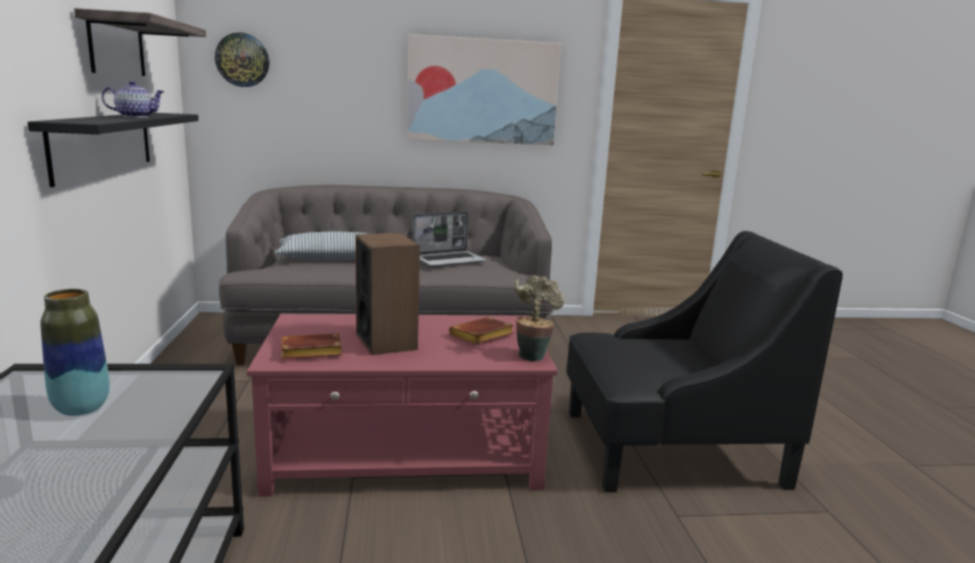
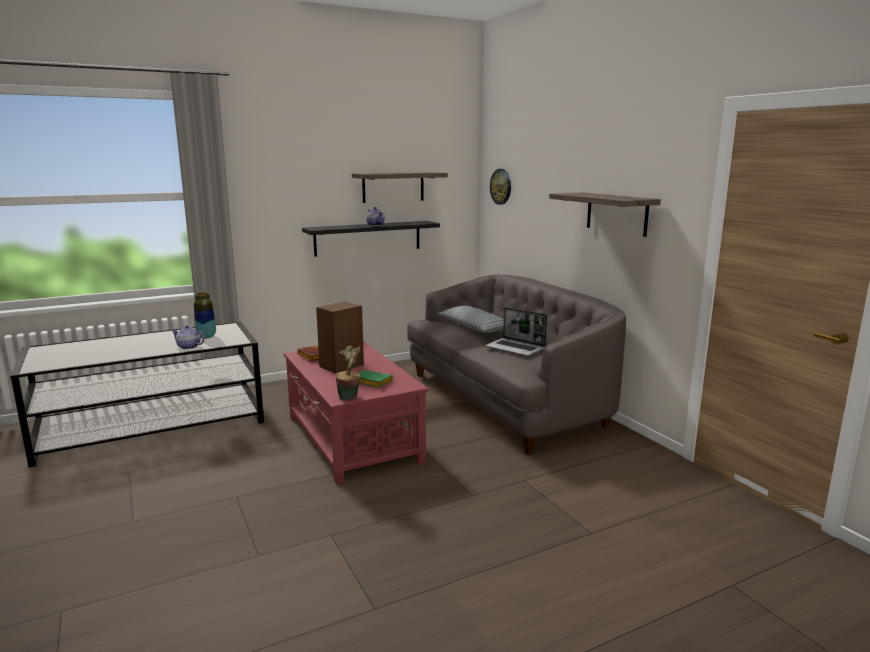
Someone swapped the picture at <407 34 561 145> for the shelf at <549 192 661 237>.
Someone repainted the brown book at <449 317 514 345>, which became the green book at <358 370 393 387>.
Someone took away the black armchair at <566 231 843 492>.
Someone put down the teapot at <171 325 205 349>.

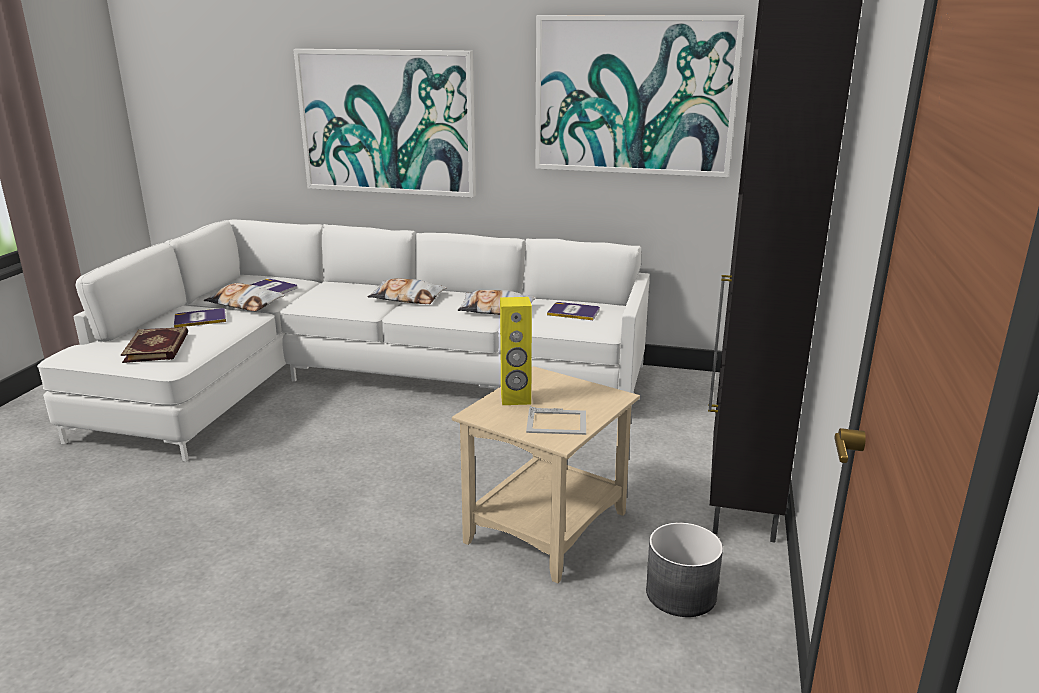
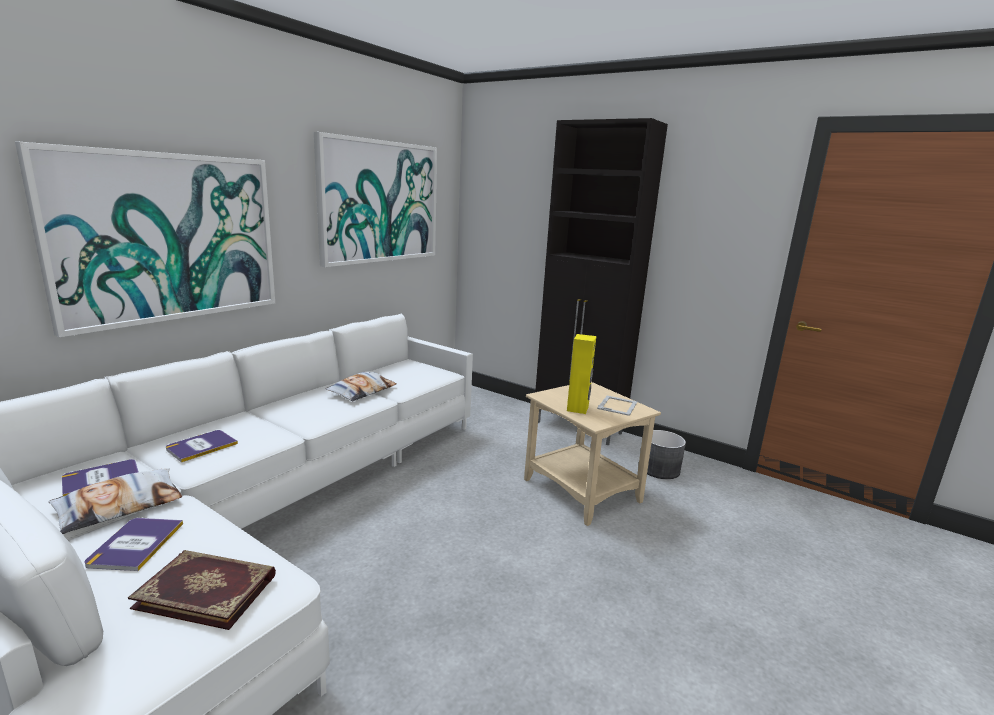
Someone took away the pillow at <368 278 446 304>.
Someone carried the book from <547 302 600 320> to <166 430 238 462>.

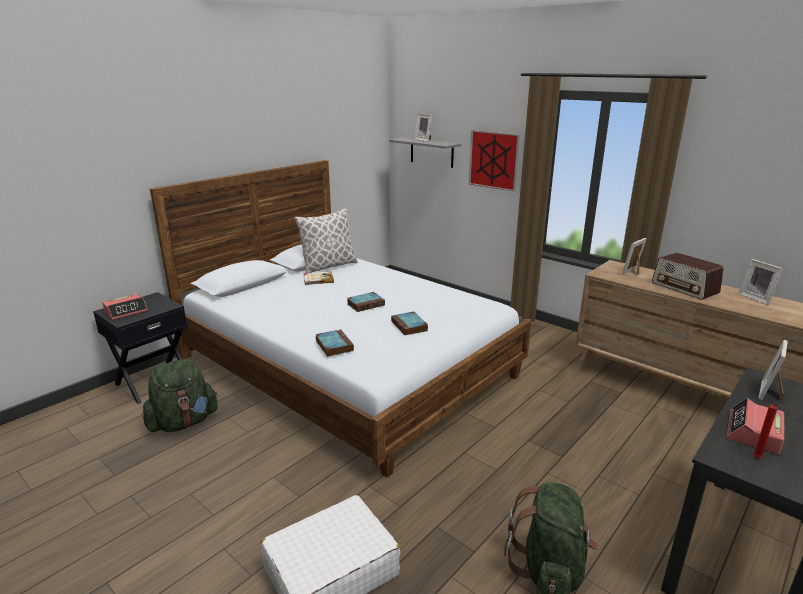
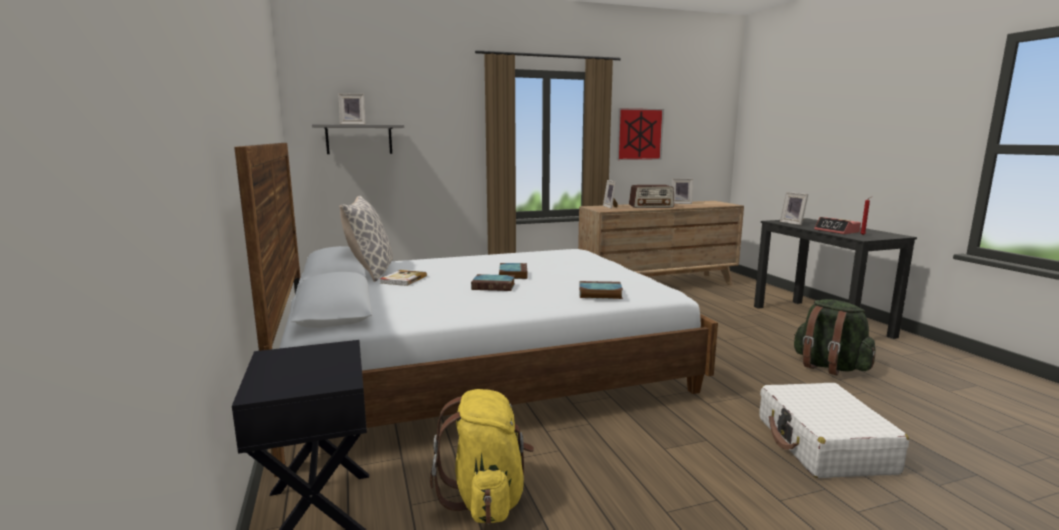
Someone took away the alarm clock at <103 294 148 320>.
Someone repainted the green backpack at <142 359 218 432>, which became the yellow backpack at <430 389 534 524>.
Someone carried the book from <391 311 428 335> to <471 274 515 291>.
Someone carried the picture from <469 130 520 192> to <617 108 664 160>.

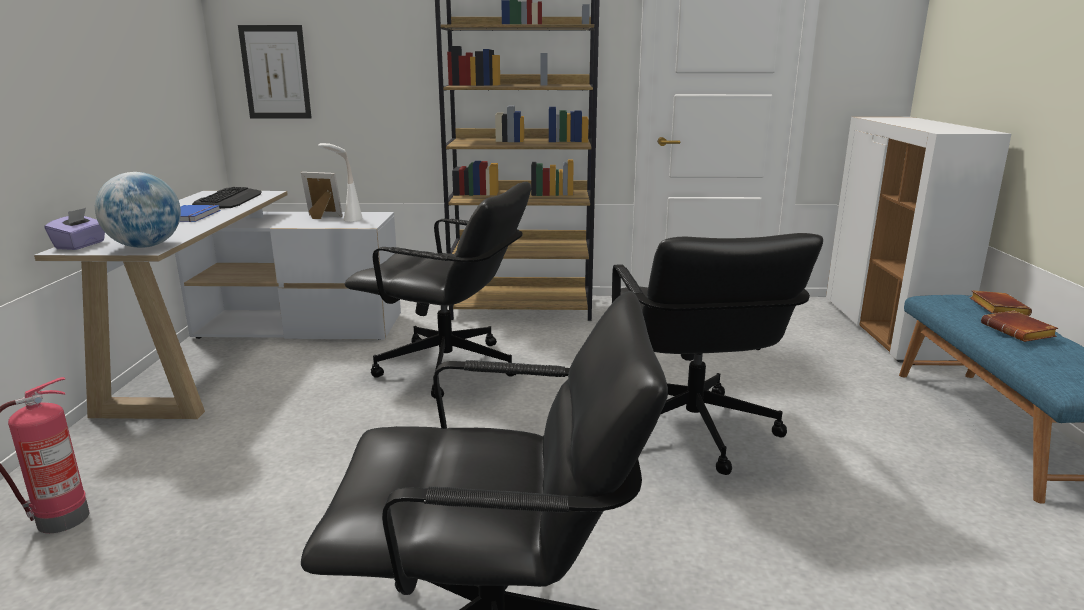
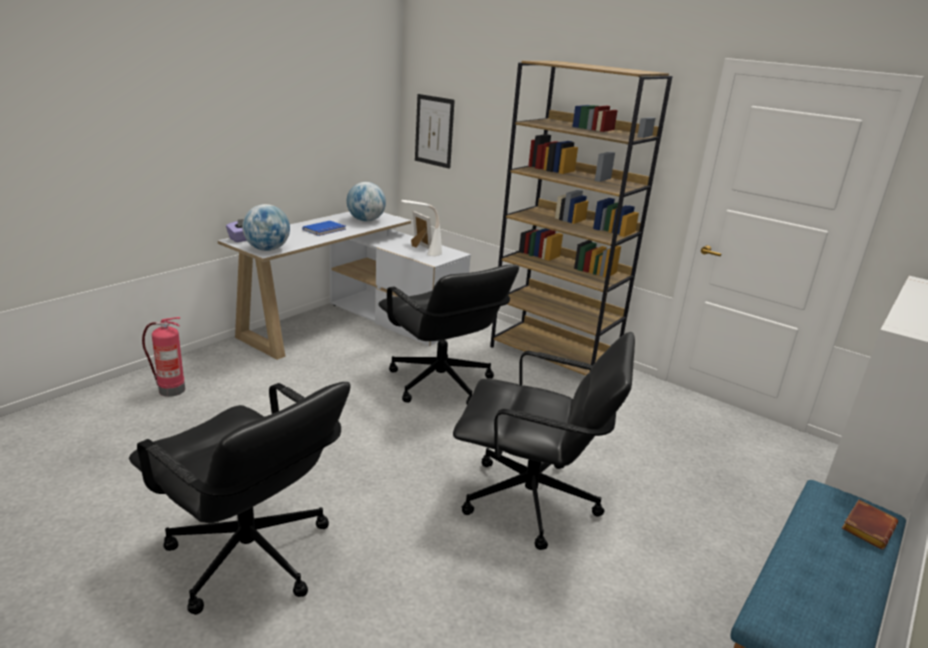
Someone swapped the keyboard at <192 187 262 209> for the globe at <347 182 386 222>.
Someone rotated the black office chair at <612 233 823 475> by 105 degrees counterclockwise.
Someone took away the brown book at <981 311 1058 342>.

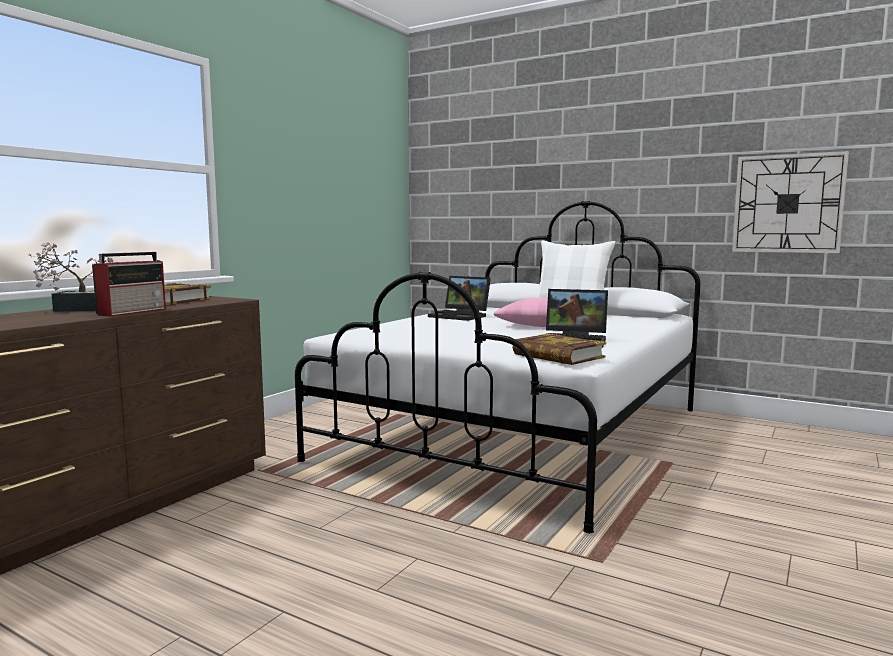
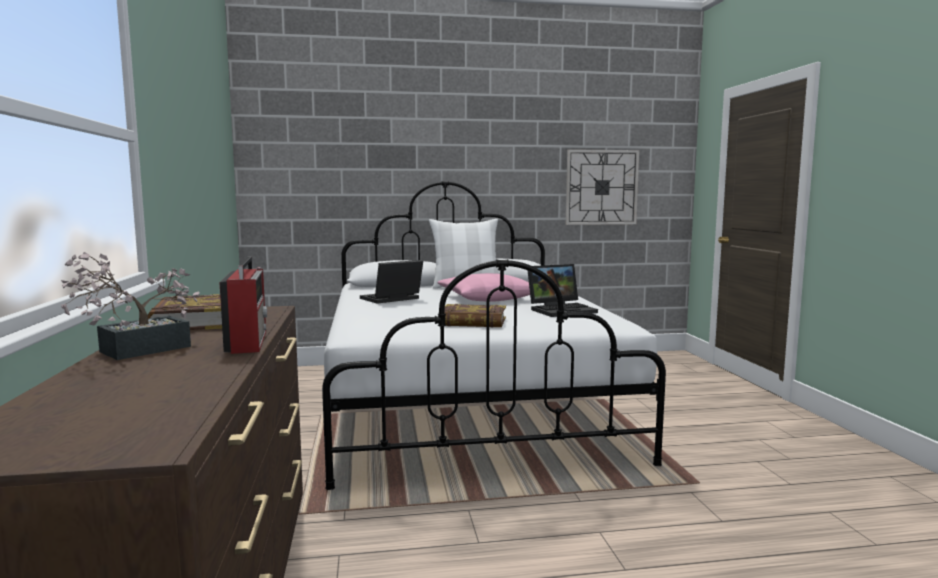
Someone rotated the laptop at <428 276 491 321> by 150 degrees clockwise.
Someone carried the book from <513 333 606 365> to <445 304 506 327>.

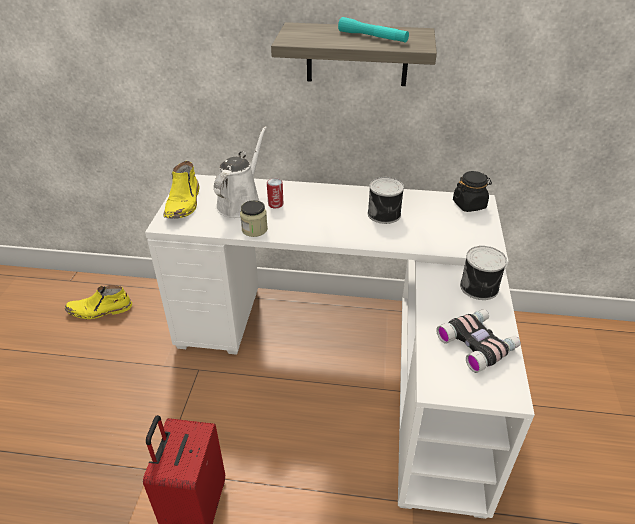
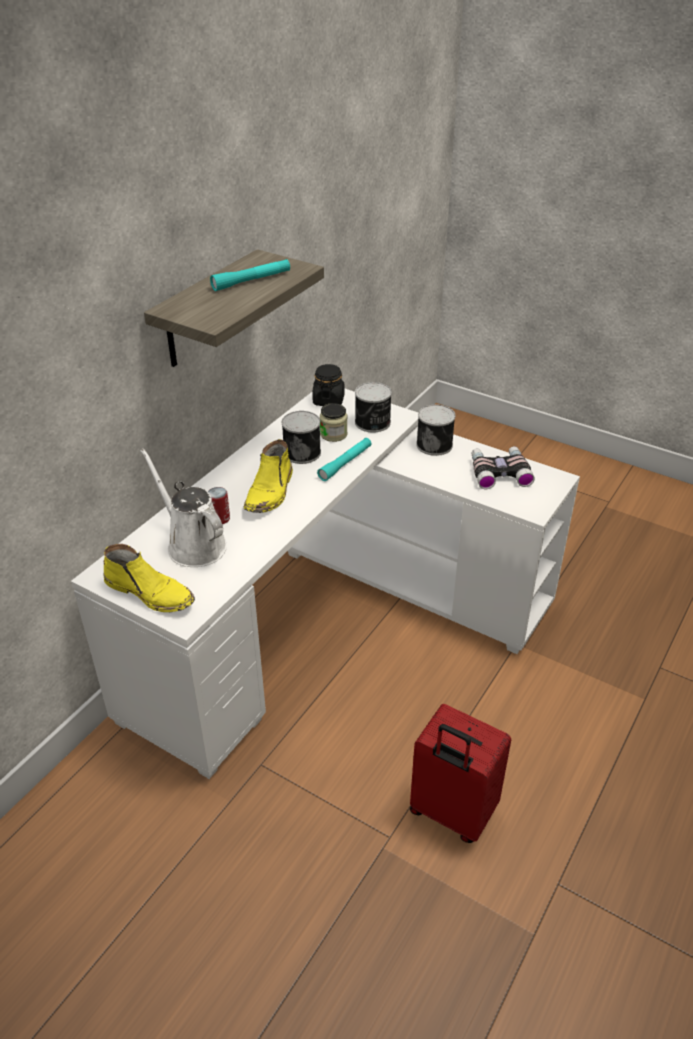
Someone carried the yellow boot from <65 285 132 319> to <244 439 293 513>.
Someone carried the jar from <240 200 268 237> to <320 403 347 442>.
Someone put down the turquoise flashlight at <317 438 371 481>.
Someone put down the can at <355 382 392 433>.

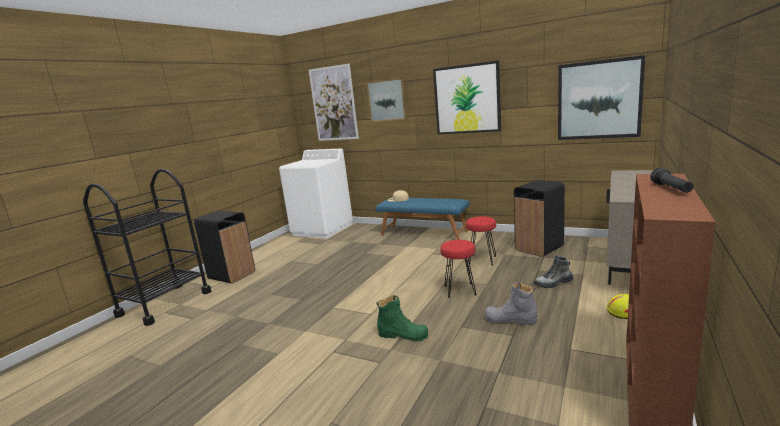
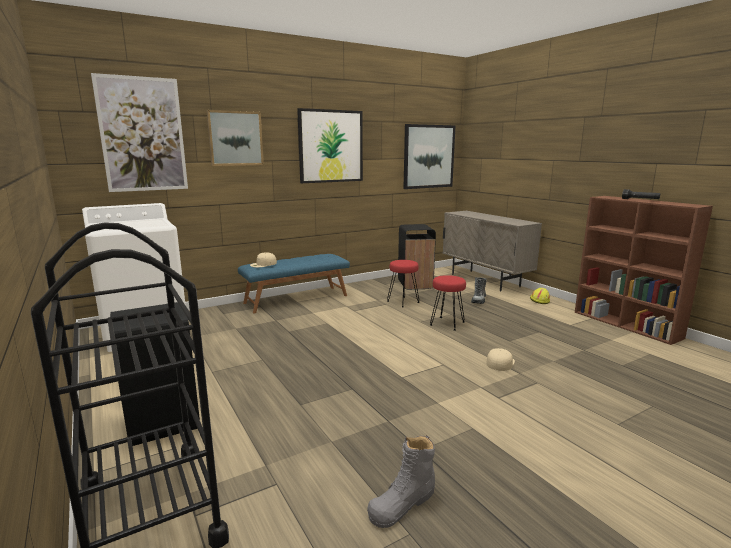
Someone swapped the green boot at <376 295 428 341> for the beige cap at <486 348 515 371>.
Someone carried the grey boot from <485 282 538 325> to <367 436 435 528>.

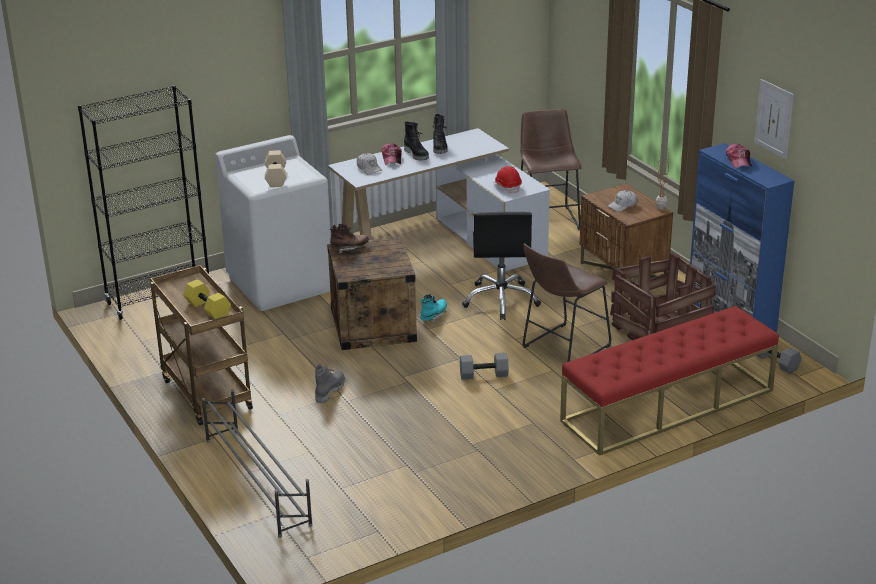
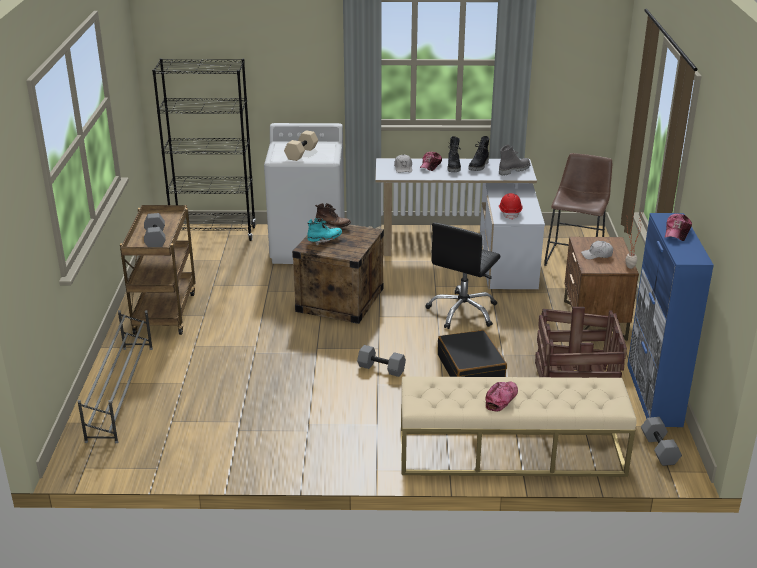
Someone repainted the yellow dumbbell at <183 279 231 319>, which became the grey dumbbell at <144 213 165 247>.
Someone carried the grey boot from <315 363 345 403> to <499 144 530 176>.
Someone carried the turquoise boot from <420 294 447 323> to <307 218 342 245>.
Someone swapped the brown stool at <523 244 611 362> for the black suitcase at <438 330 507 377>.
Someone repainted the red bench at <560 306 779 456>, which became the beige bench at <401 377 637 477>.
Someone took away the picture at <754 79 794 159>.
Someone put down the cap at <485 381 518 411>.

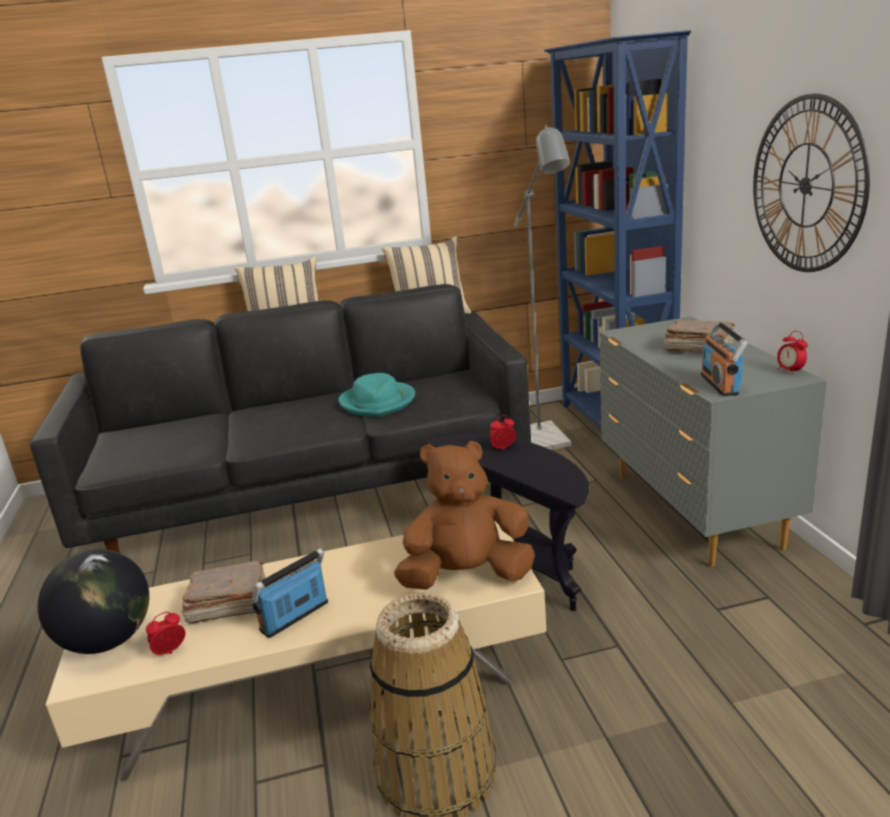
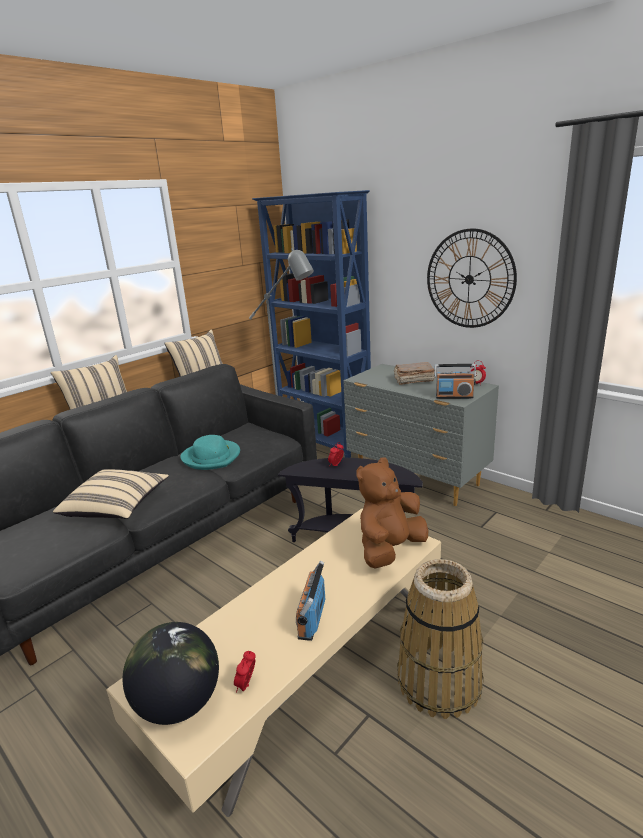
Someone took away the brown book at <182 560 266 624>.
Someone rotated the radio at <701 321 748 396> by 45 degrees counterclockwise.
Someone put down the beige pillow at <53 469 169 519>.

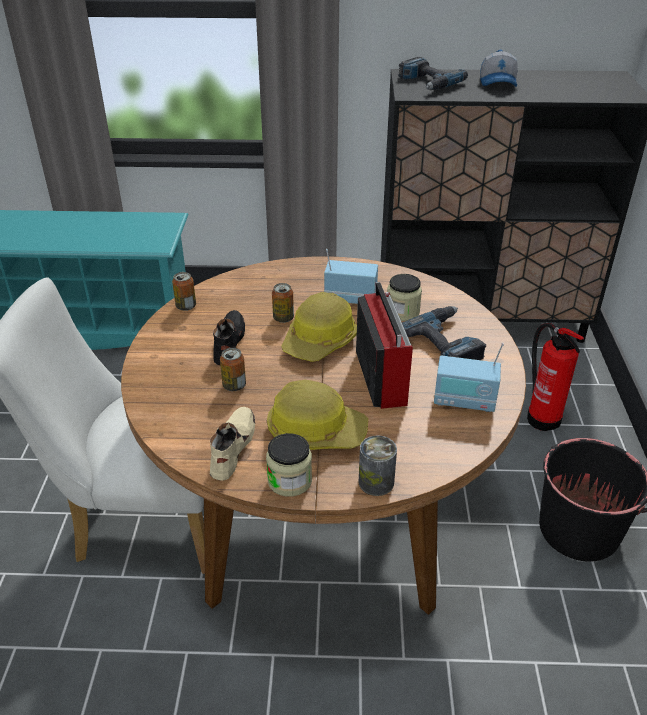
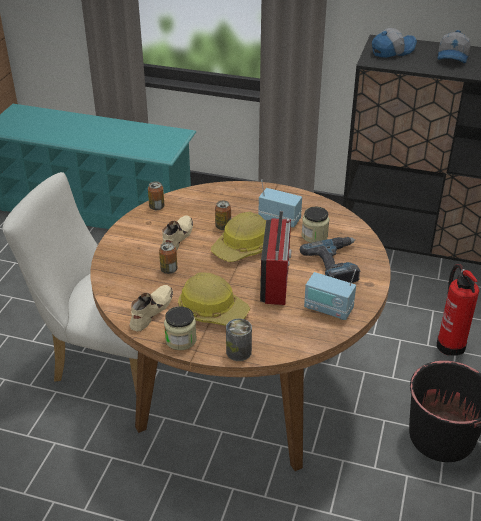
Someone repainted the black shoe at <213 310 245 365>, which became the beige shoe at <162 215 193 251>.
Someone swapped the power drill at <398 57 468 90> for the cap at <372 28 417 58>.

